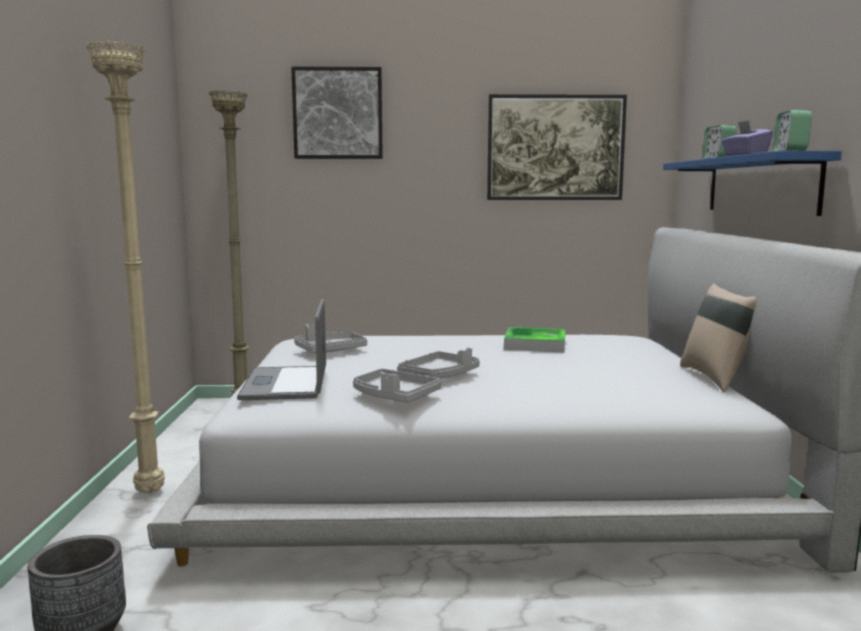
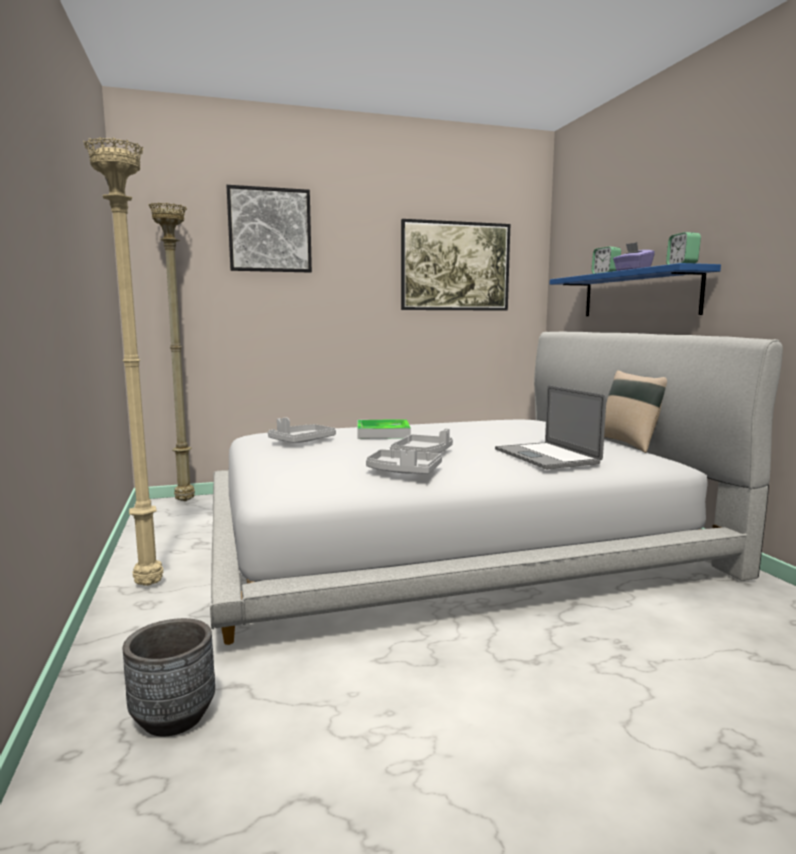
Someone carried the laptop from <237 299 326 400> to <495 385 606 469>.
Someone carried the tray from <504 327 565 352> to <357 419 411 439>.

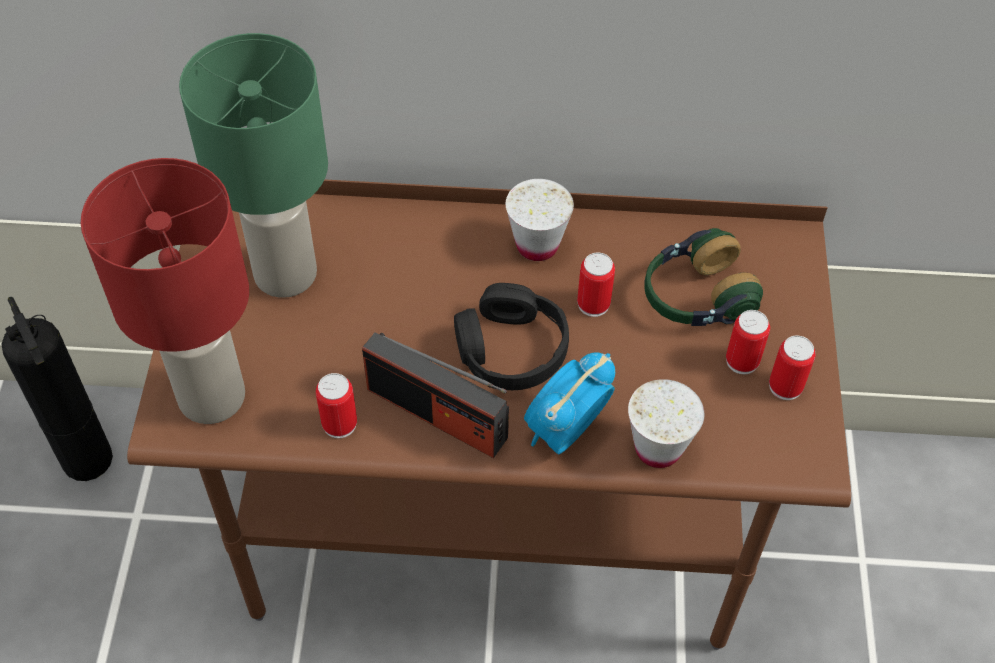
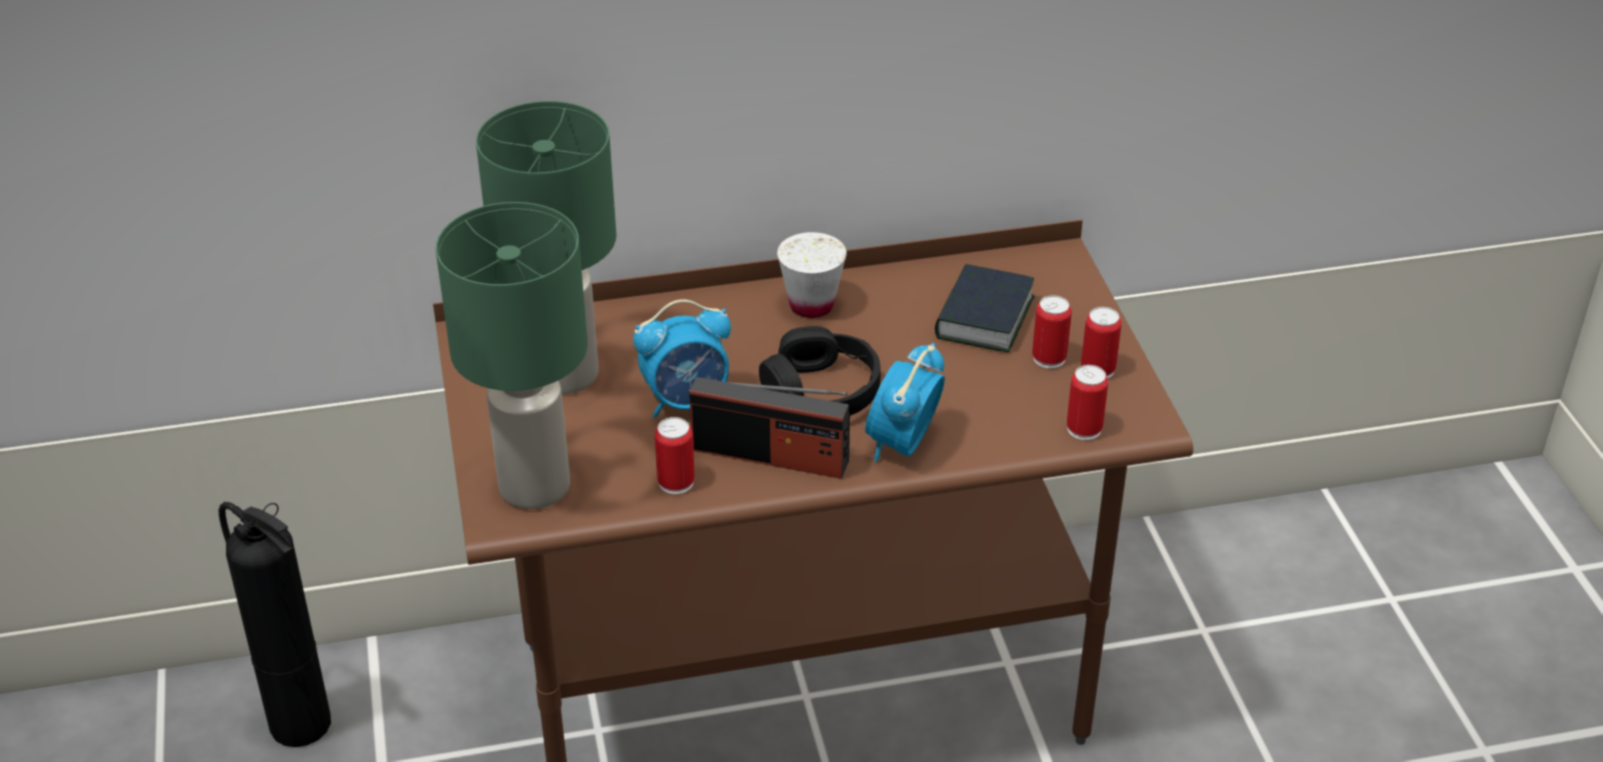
Someone repainted the red table lamp at <81 158 249 424>, which became the green table lamp at <436 202 588 509>.
Someone carried the can from <577 252 615 317> to <1067 365 1108 440>.
Someone took away the white cup at <628 379 704 468>.
Someone swapped the headphones at <644 228 763 326> for the book at <935 264 1035 352>.
Someone put down the alarm clock at <633 299 731 418>.

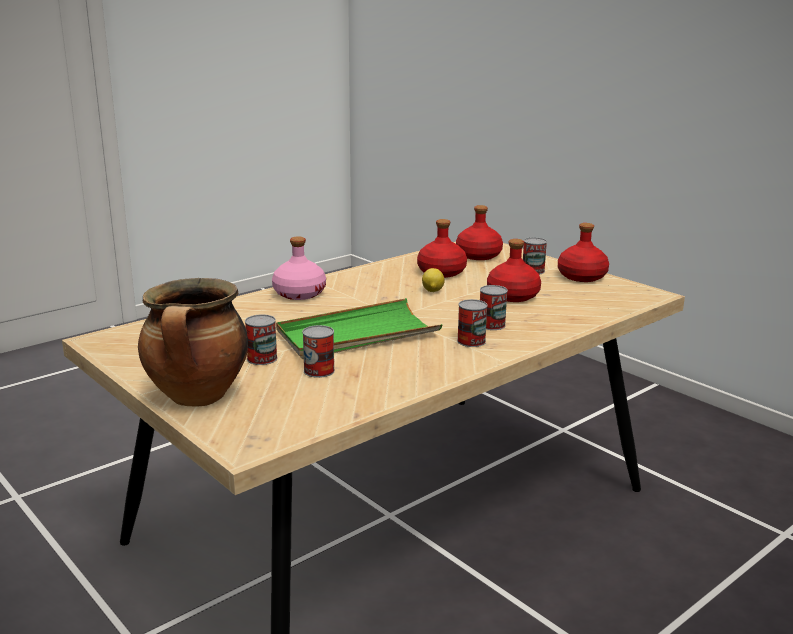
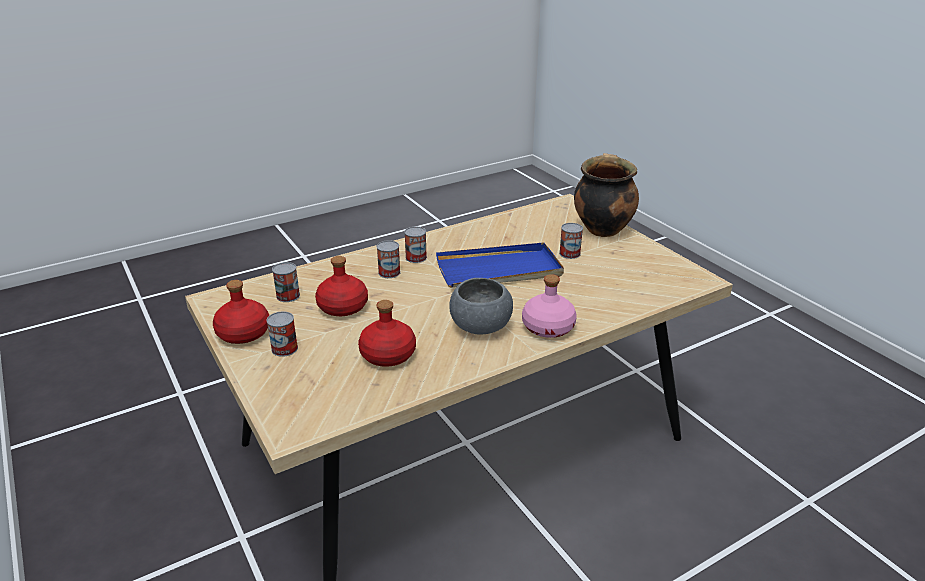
Someone repainted the green tray at <276 298 442 360>, which became the blue tray at <436 242 564 287>.
Someone carried the can from <302 325 335 378> to <272 262 300 302>.
Someone took away the lemon at <422 268 445 292>.
Someone took away the red bottle at <456 205 503 260>.
Someone put down the grey bowl at <449 278 513 335>.

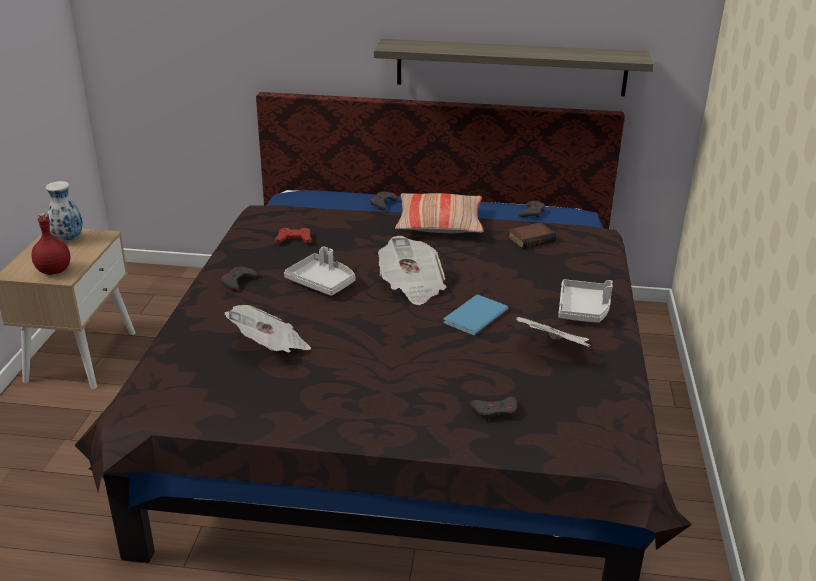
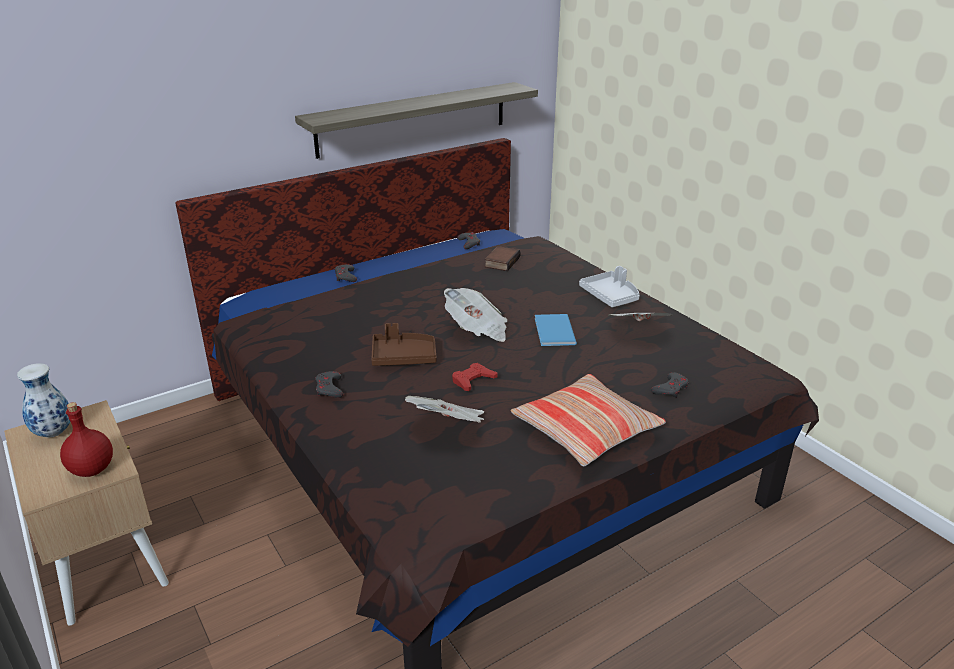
Someone carried the red game controller from <275 228 312 243> to <452 363 498 391>.
Someone repainted the grey tray at <284 247 355 296>, which became the brown tray at <371 323 436 366>.
Someone carried the pillow from <395 193 484 233> to <510 374 666 466>.

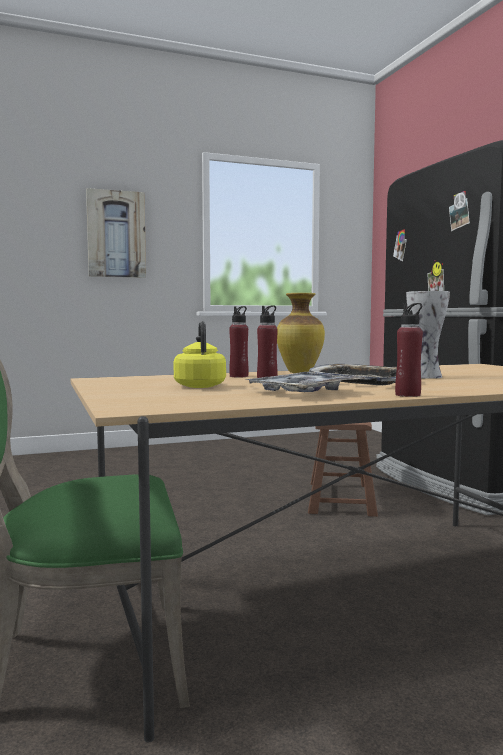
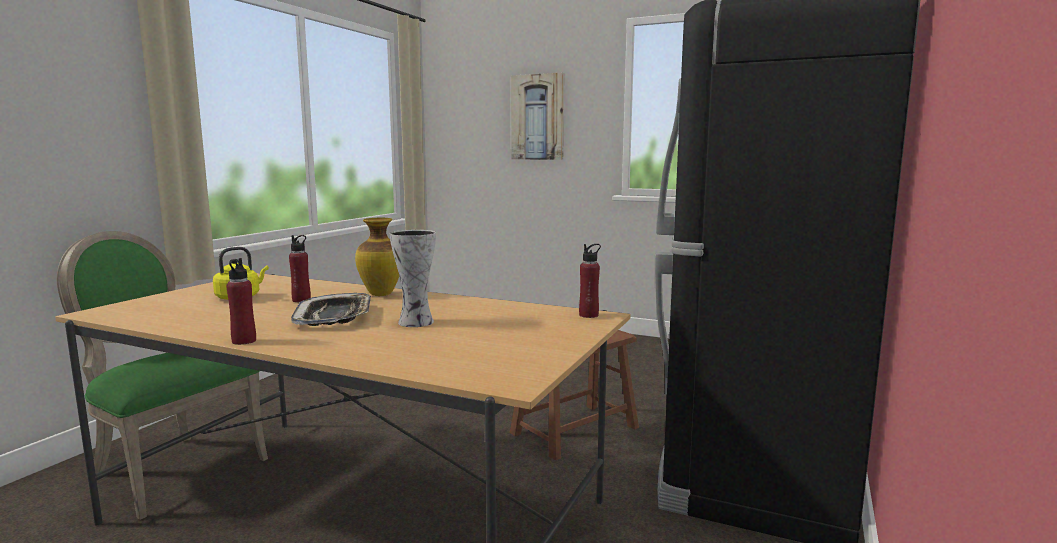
Someone carried the red bottle from <229 306 249 377> to <579 244 601 318>.
Someone took away the tray at <244 372 366 392>.

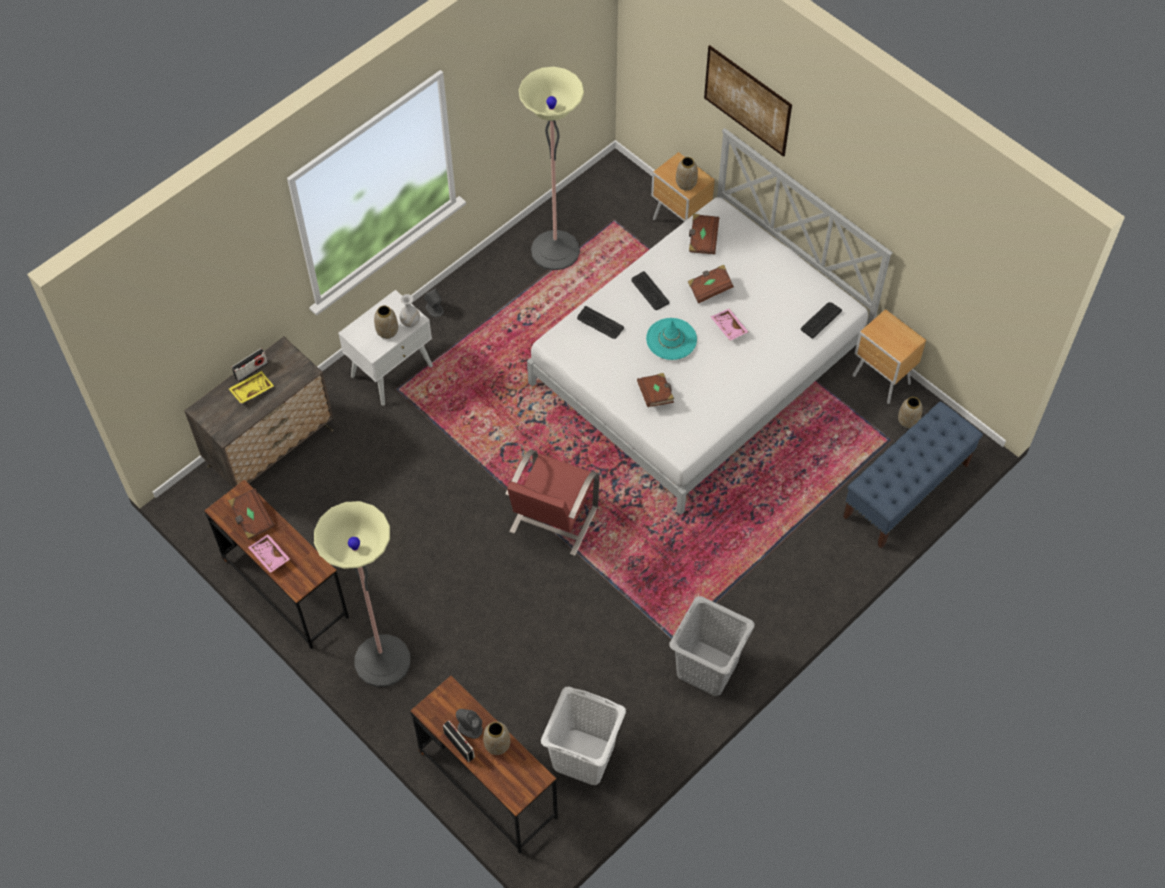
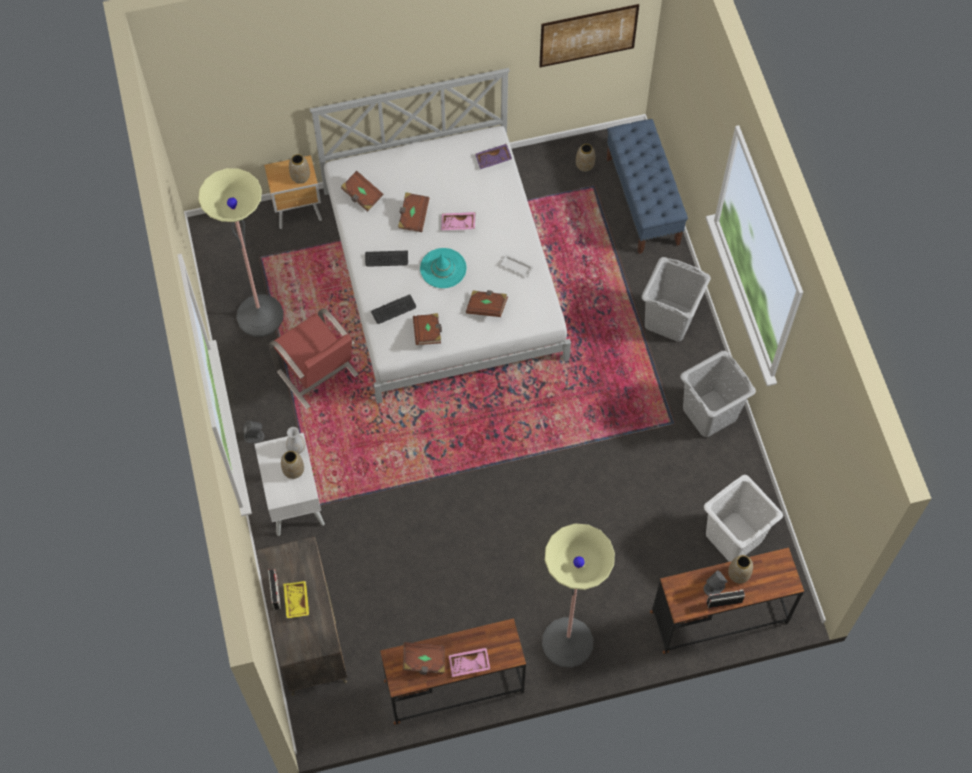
Someone carried the red chair from <505 449 600 556> to <269 309 359 409>.
Someone carried the picture from <704 45 792 157> to <539 4 639 67>.
Someone swapped the keyboard at <801 302 842 339> for the purple tray at <475 144 512 169>.
Someone took away the brown nightstand at <853 309 926 404>.
Someone put down the brown book at <413 313 442 345>.
Someone put down the white tray at <500 254 534 277>.
Someone put down the grey laundry basket at <641 257 711 342>.

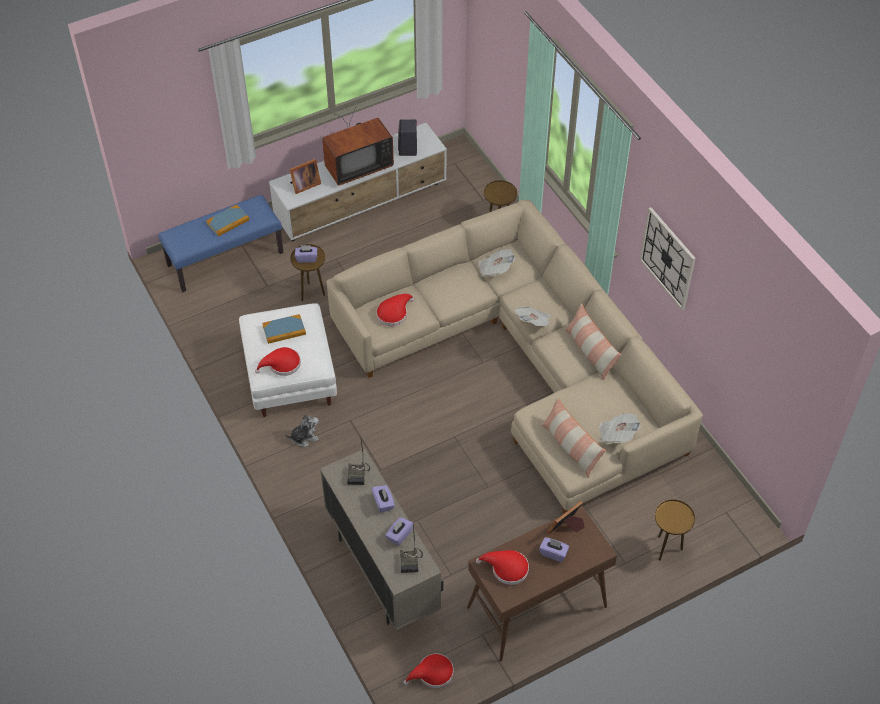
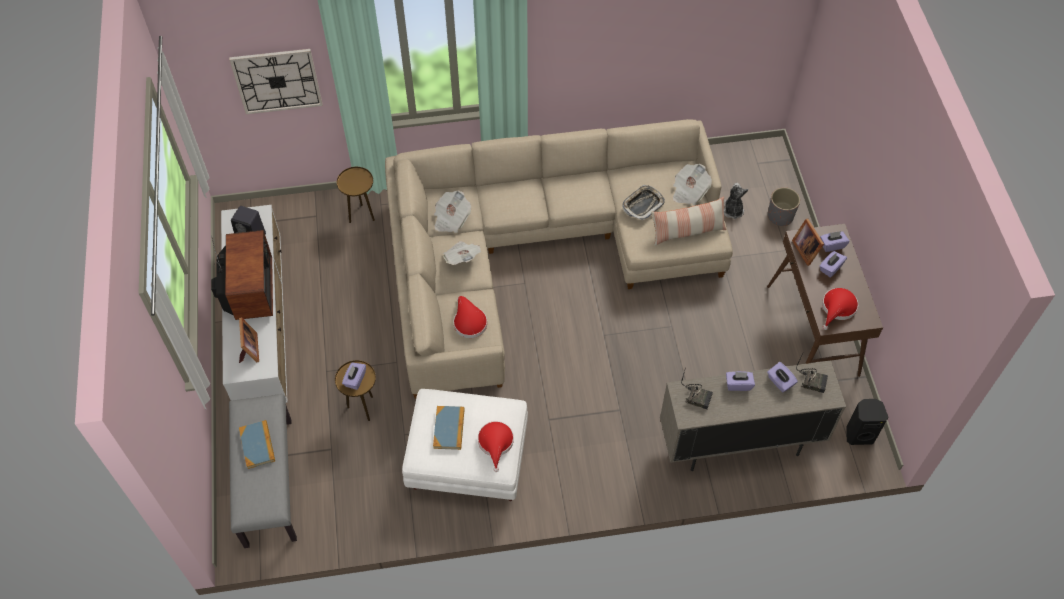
Someone repainted the blue bench at <158 195 283 292>, which became the grey bench at <229 394 297 548>.
Someone carried the plush toy from <285 414 319 447> to <724 183 748 219>.
Someone swapped the red hat at <404 653 454 688> for the black speaker at <846 399 888 445>.
Someone carried the newspaper from <515 306 551 326> to <443 241 481 265>.
Someone took away the pillow at <564 303 622 381>.
Someone carried the wall clock from <639 207 696 310> to <229 49 323 114>.
Someone swapped the brown side table at <655 500 695 560> for the grey planter at <768 187 800 226>.
Someone put down the tray at <622 185 665 221>.
Someone put down the purple tissue box at <820 231 849 252>.

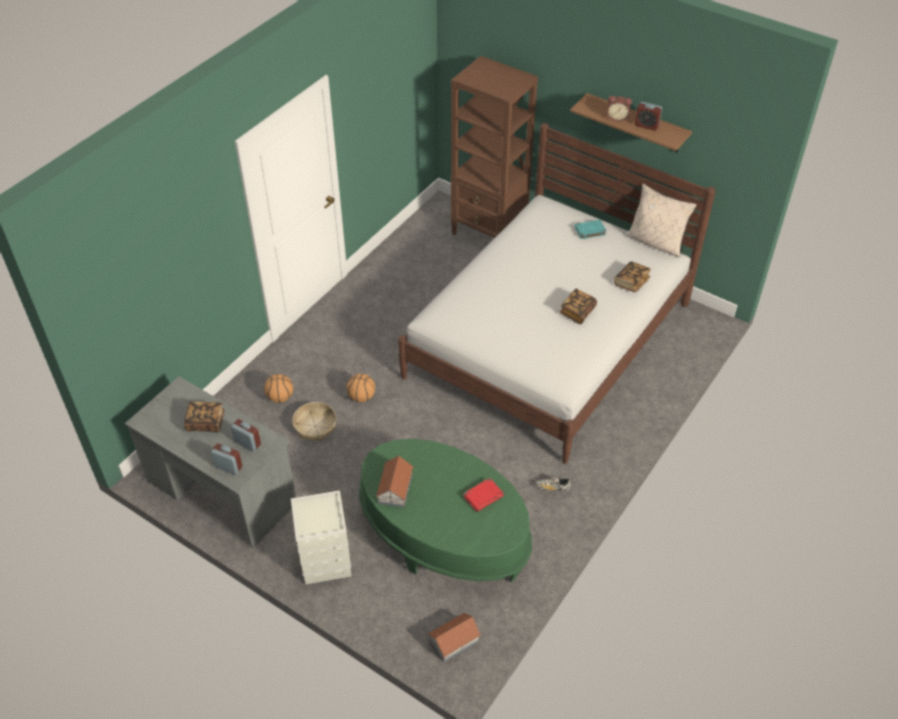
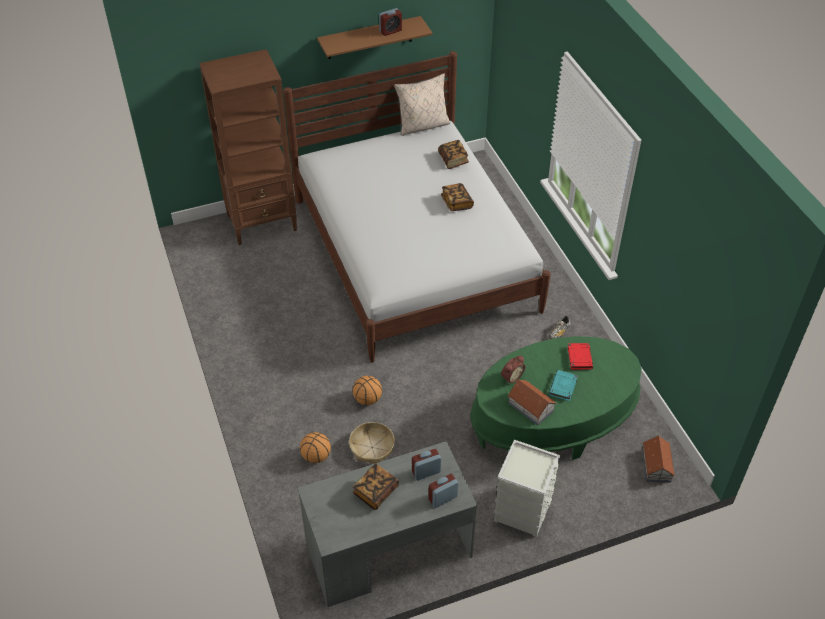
Someone carried the turquoise book from <574 220 607 239> to <548 370 578 401>.
Someone carried the alarm clock from <607 96 632 121> to <501 356 525 384>.

